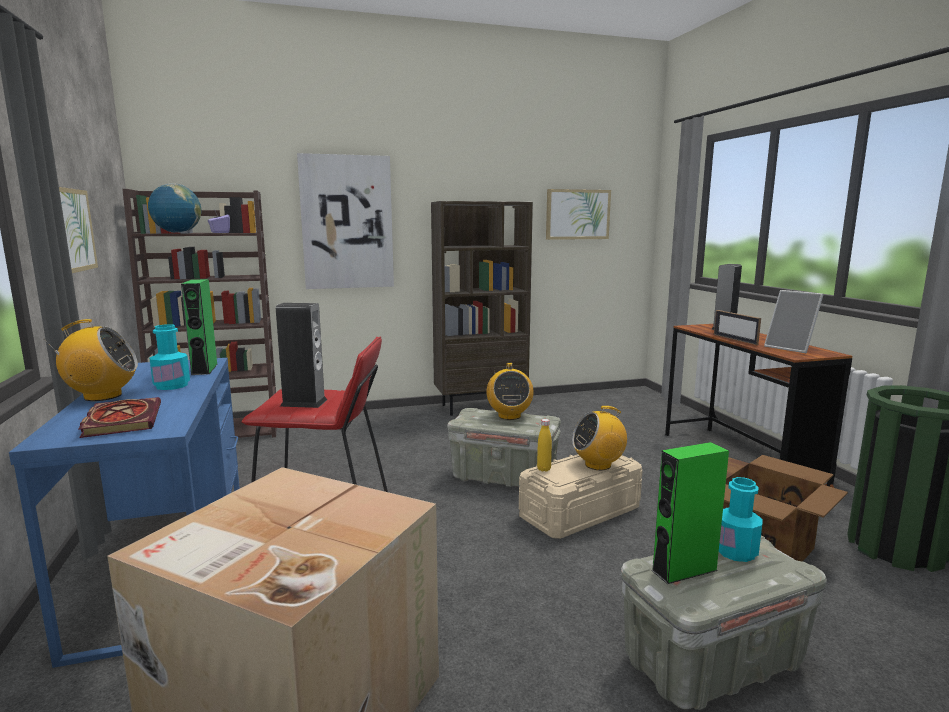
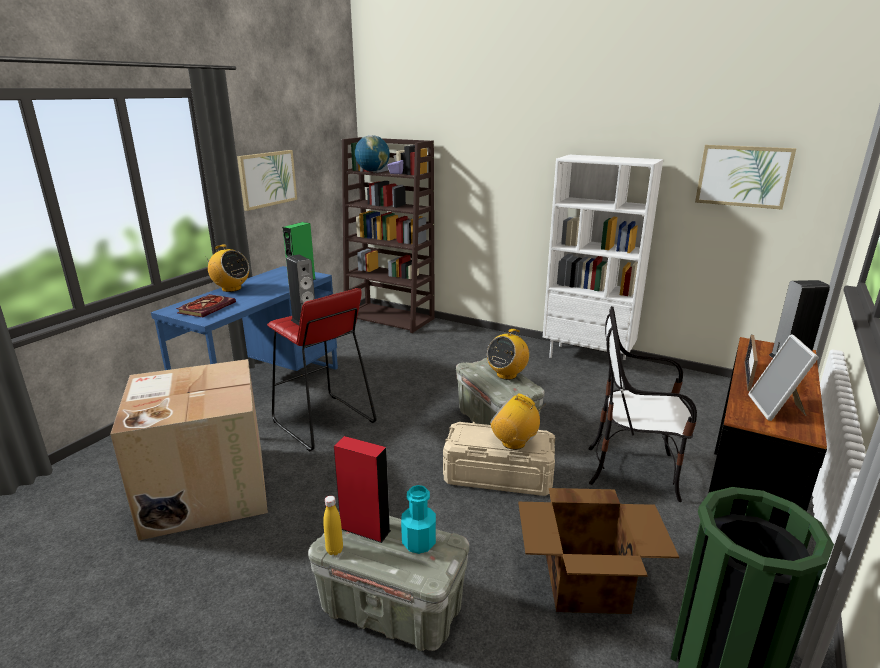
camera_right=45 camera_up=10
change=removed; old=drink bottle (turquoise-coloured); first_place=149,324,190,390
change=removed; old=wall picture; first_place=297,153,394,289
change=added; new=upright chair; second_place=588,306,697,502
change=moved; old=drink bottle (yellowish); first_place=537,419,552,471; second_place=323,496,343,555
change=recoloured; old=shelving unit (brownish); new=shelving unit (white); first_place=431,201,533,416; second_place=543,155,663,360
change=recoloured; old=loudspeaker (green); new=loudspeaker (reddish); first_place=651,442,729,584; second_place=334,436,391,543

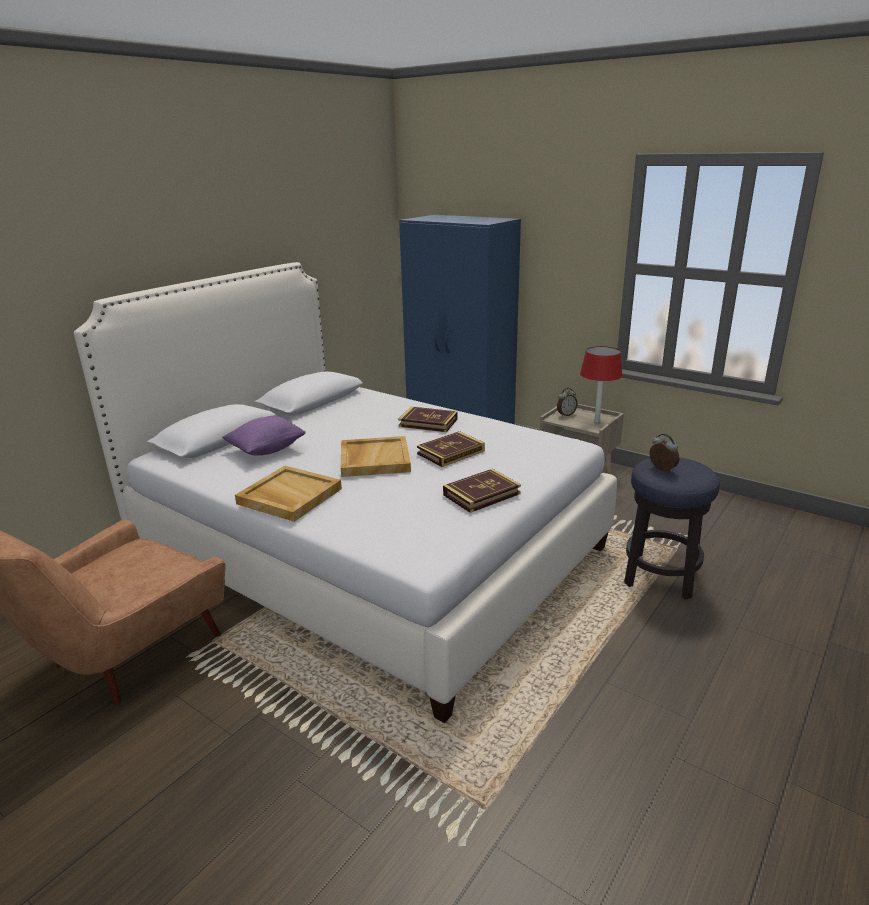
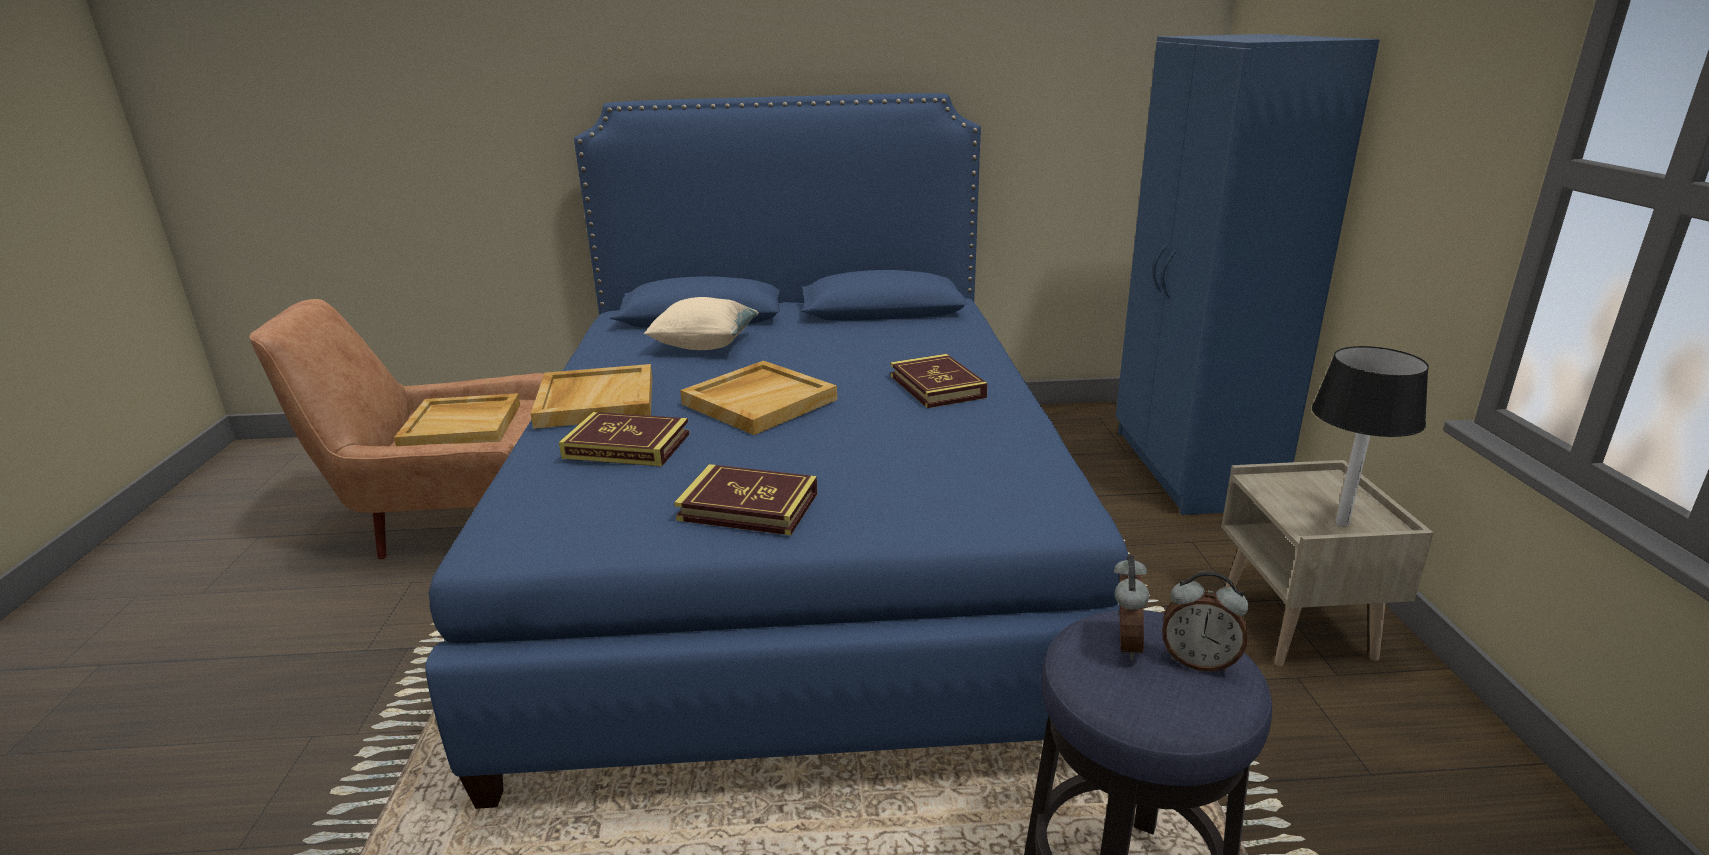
camera_right=50 camera_up=0
change=added; new=carrying tray (sand-coloured); second_place=394,393,520,446
change=moved; old=bound book; first_place=417,431,485,467; second_place=559,412,689,466
change=moved; old=table clock; first_place=557,387,578,416; second_place=1162,571,1249,672
change=recoloured; old=sleeping bed (white); new=sleeping bed (blue); first_place=74,262,617,723; second_place=425,93,1129,809
change=recoloured; old=cushion (purple); new=cushion (sand-coloured); first_place=222,415,306,455; second_place=644,297,759,350
change=recoloured; old=tabletop lamp (reddish); new=tabletop lamp (blackish); first_place=580,346,623,423; second_place=1312,346,1429,526

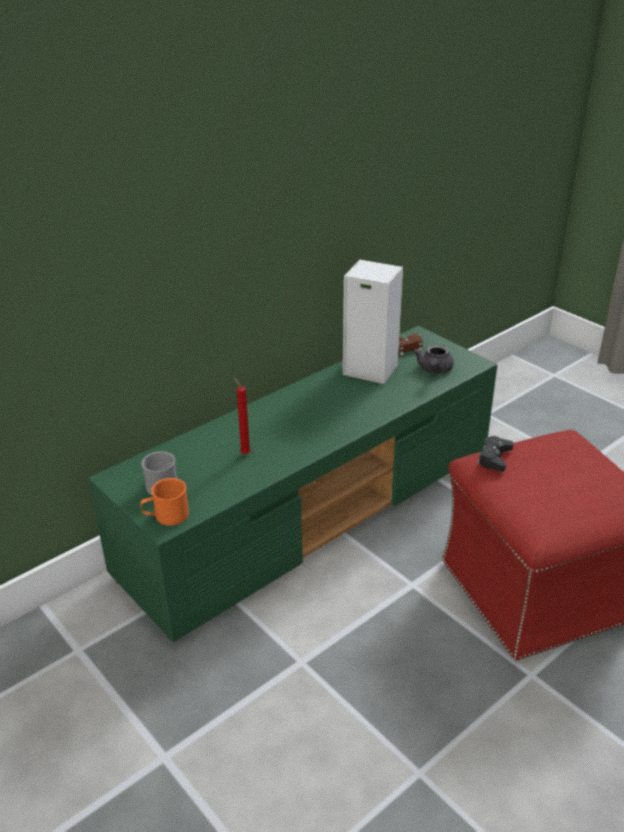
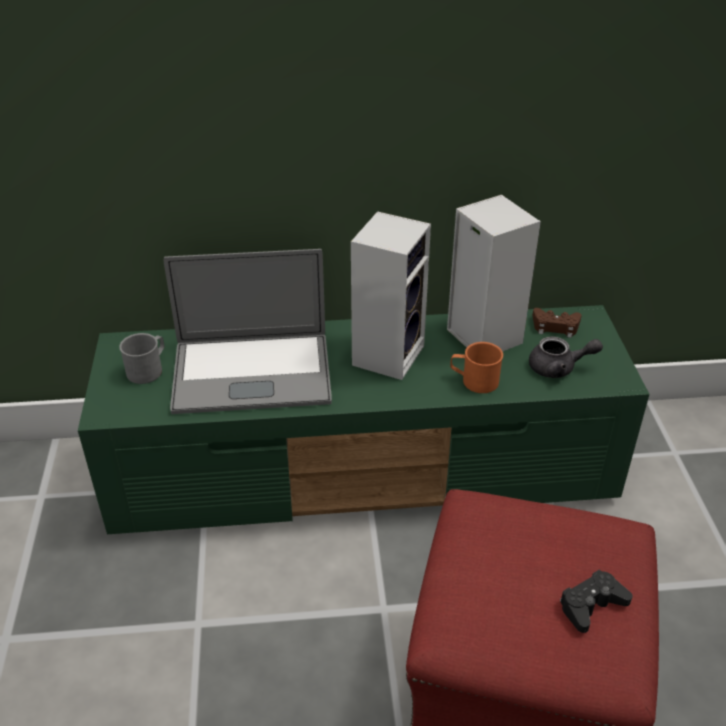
camera_right=35 camera_up=5
change=added; new=loudspeaker; second_place=351,212,431,380
change=moved; old=tea mug (orange); first_place=140,478,189,526; second_place=450,342,503,393
change=moved; old=game controller (blackish); first_place=477,436,513,471; second_place=560,570,633,633
change=replaced; old=wax candle (reddish); new=notebook computer; first_place=234,377,251,454; second_place=164,249,332,414
change=turned; old=tea pot (grey); first_place=413,345,454,374; second_place=529,337,603,378; degrees=-135

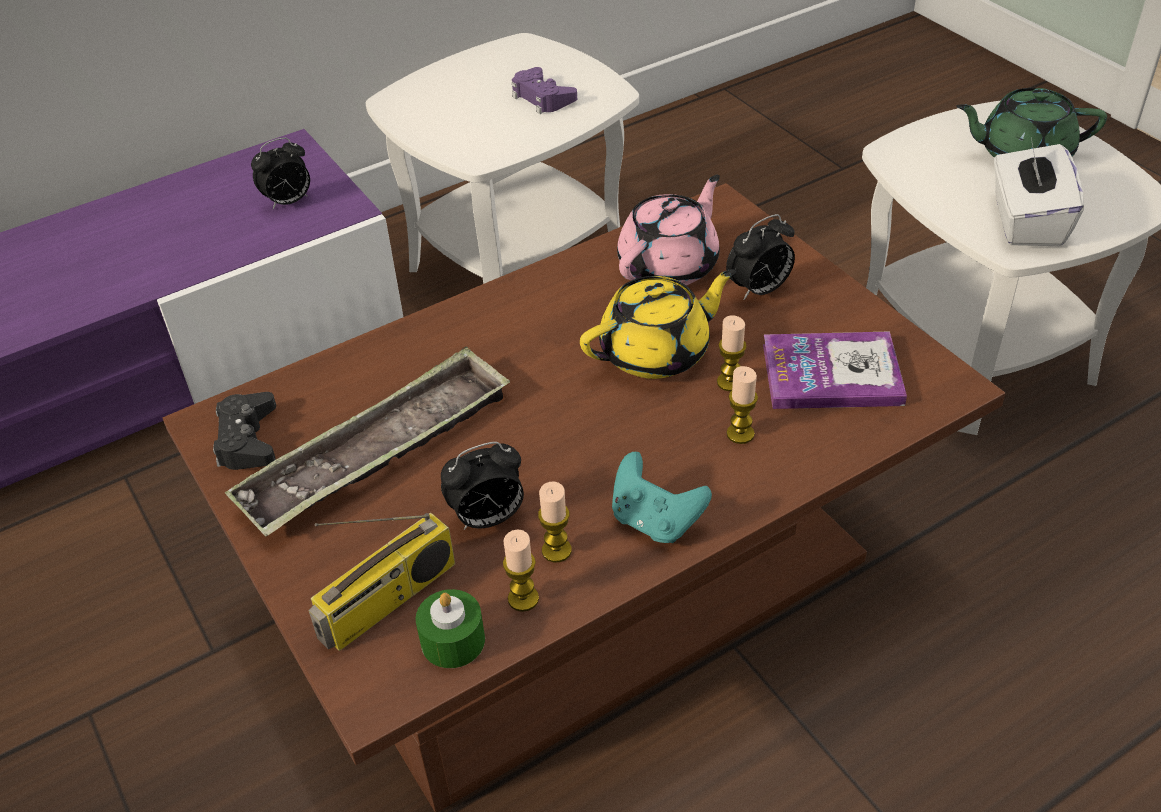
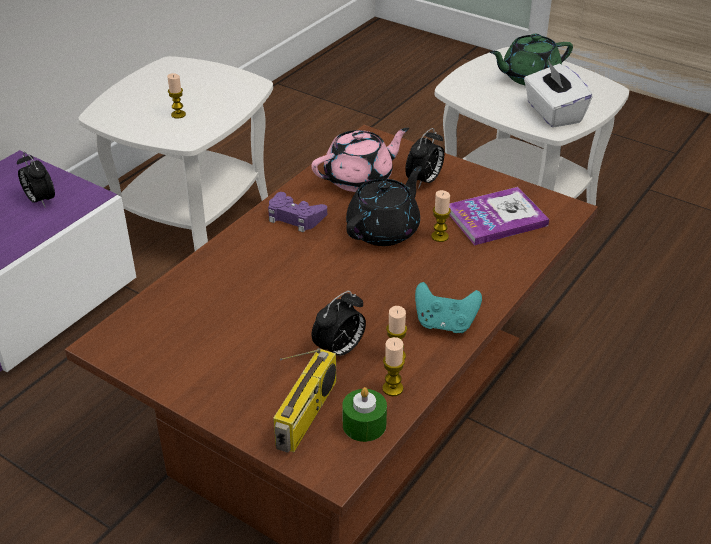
camera_right=-25 camera_up=-5
change=removed; old=game controller (blackish); first_place=213,392,276,470
change=removed; old=carrying tray; first_place=225,347,510,537
change=moved; old=game controller (purple); first_place=512,67,577,114; second_place=268,192,327,232
change=moved; old=wax candle; first_place=727,366,758,444; second_place=167,73,186,119
change=recoloured; old=tea pot (yellowish); new=tea pot (blackish); first_place=580,269,736,379; second_place=346,166,422,246
change=turned; old=table clock; first_place=251,137,310,209; second_place=17,152,55,208; degrees=105
change=turned; old=tea pot (pinkish); first_place=617,175,720,285; second_place=311,128,409,192; degrees=45

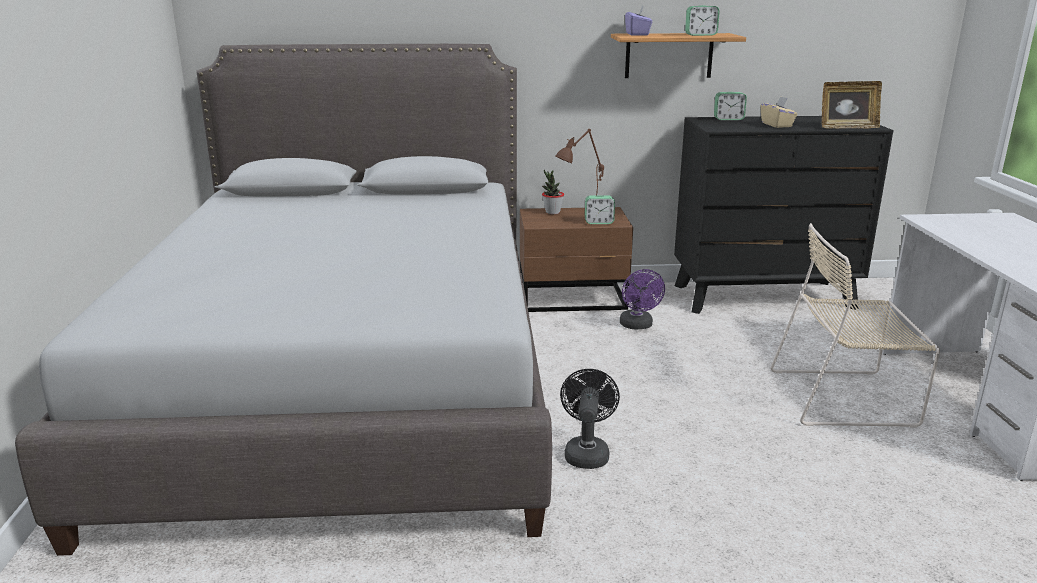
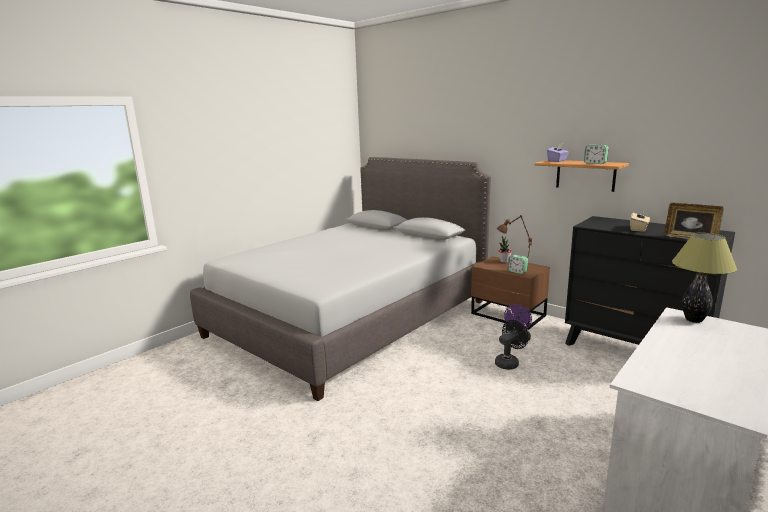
camera_right=45 camera_up=-5
change=removed; old=table clock; first_place=714,92,747,120
change=removed; old=upright chair (sand-coloured); first_place=771,223,940,428
change=added; new=tabletop lamp; second_place=672,233,737,323
change=moved; old=electric fan (blackish); first_place=560,369,620,469; second_place=495,320,529,370

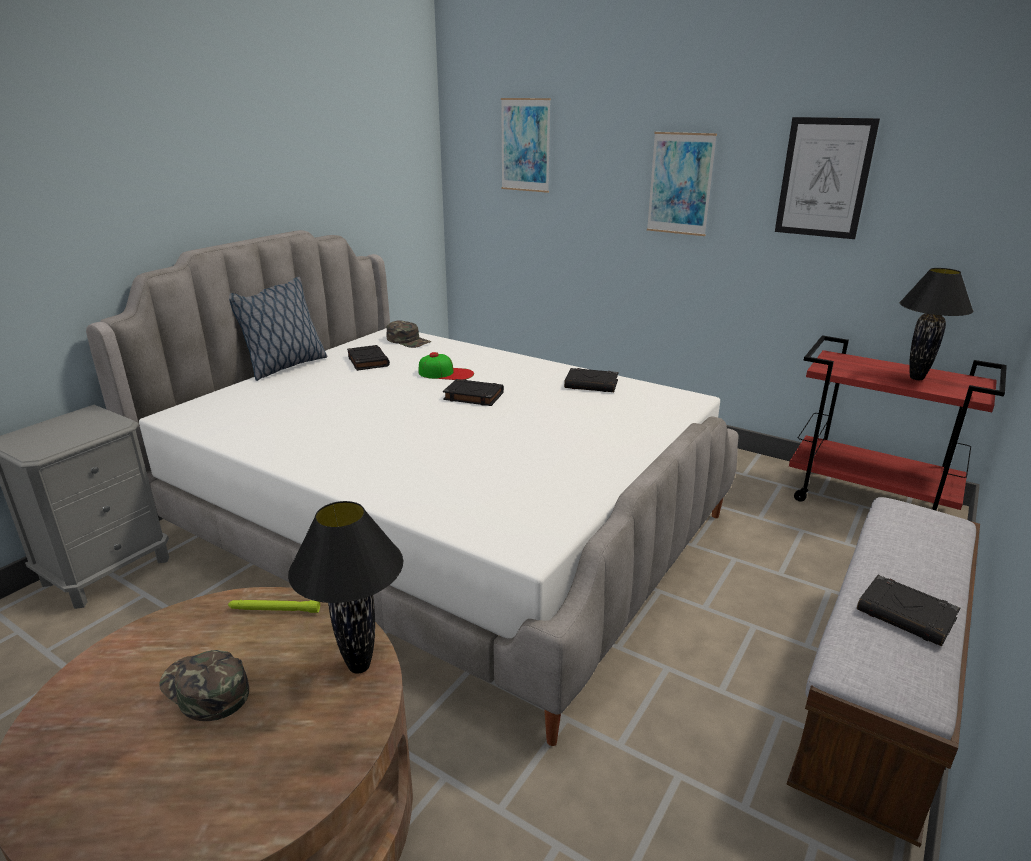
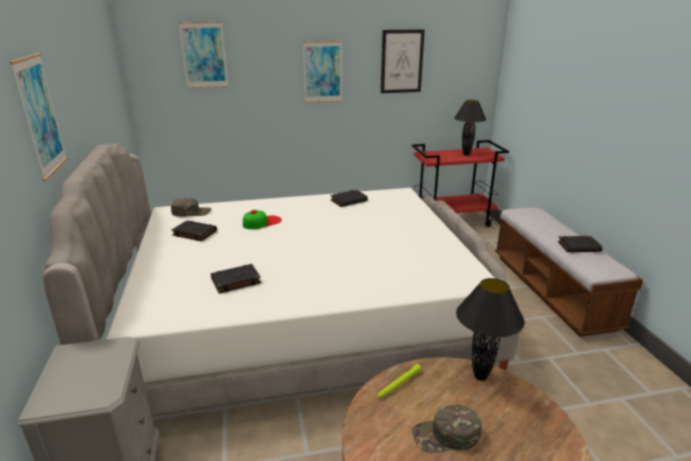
camera_right=-45 camera_up=0
change=removed; old=cushion; first_place=229,277,328,381
change=added; new=wall picture; second_place=10,53,68,181
change=moved; old=bound book (blackish); first_place=443,379,504,406; second_place=211,264,261,294

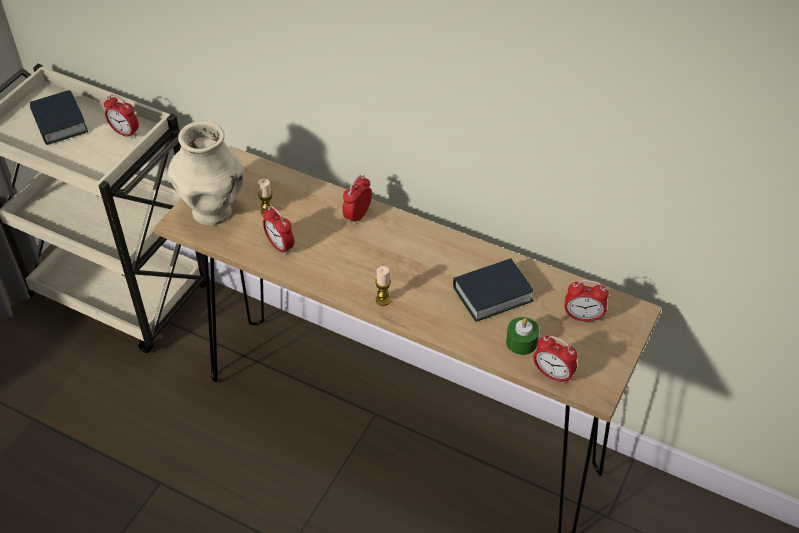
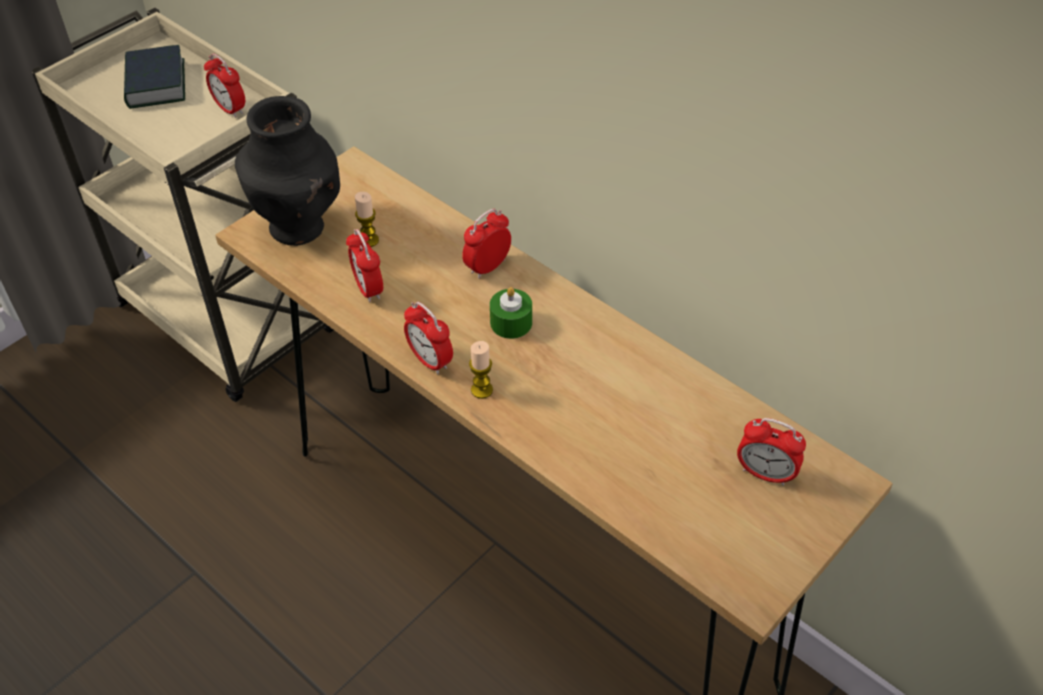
camera_right=15 camera_up=0
change=removed; old=bound book; first_place=453,258,534,322
change=moved; old=wax candle (green); first_place=506,317,540,355; second_place=490,287,532,339
change=moved; old=table clock; first_place=533,336,578,384; second_place=404,302,453,374
change=recoloured; old=decorative vase (sand-coloured); new=decorative vase (blackish); first_place=168,121,245,226; second_place=235,96,340,246

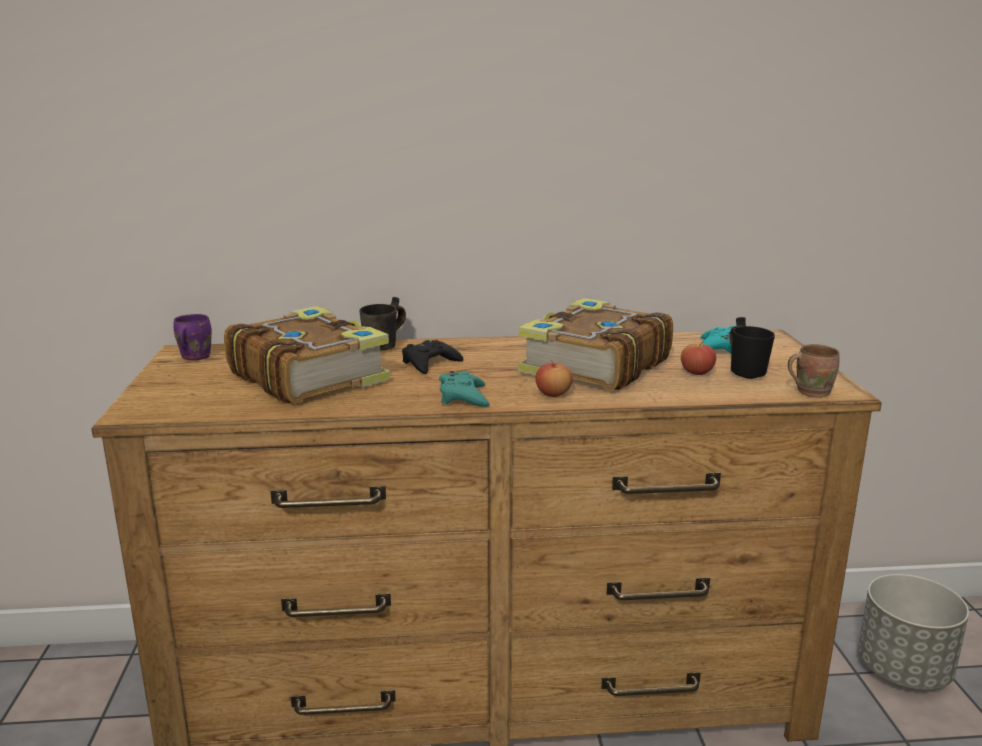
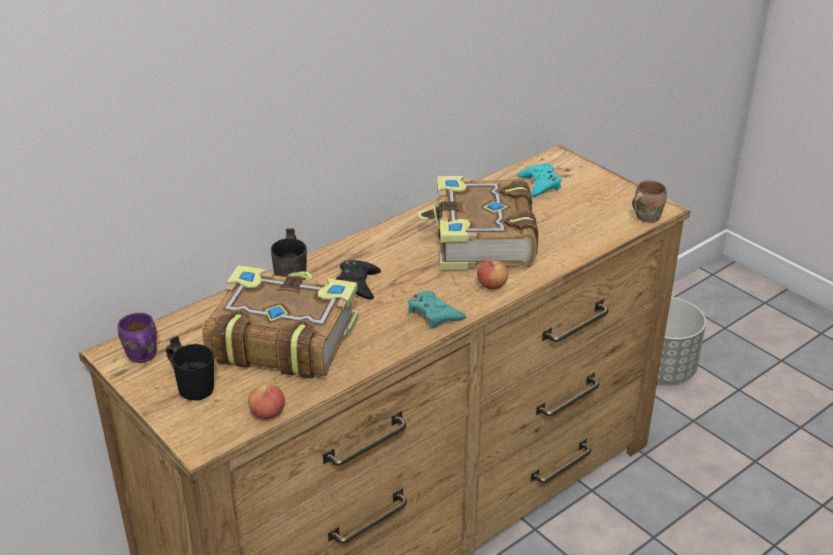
camera_right=-35 camera_up=15
change=moved; old=apple; first_place=681,341,716,375; second_place=248,384,285,419
change=moved; old=tea mug (blackish); first_place=729,317,775,379; second_place=166,336,214,400

